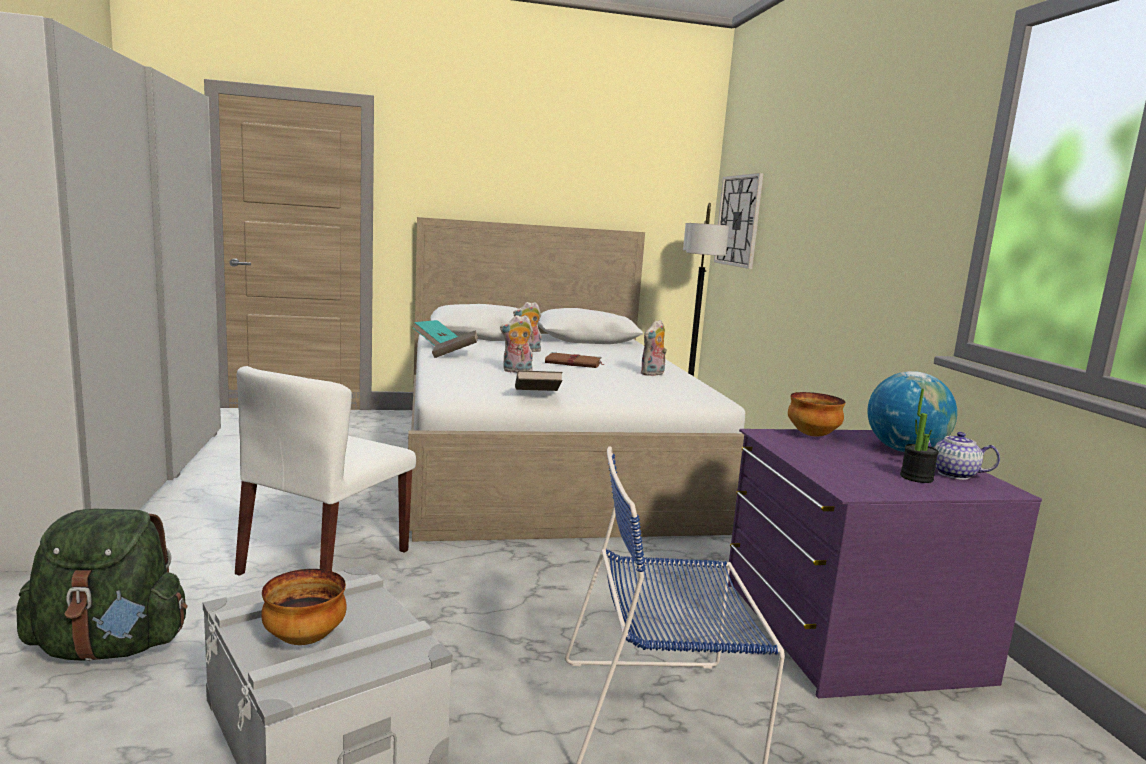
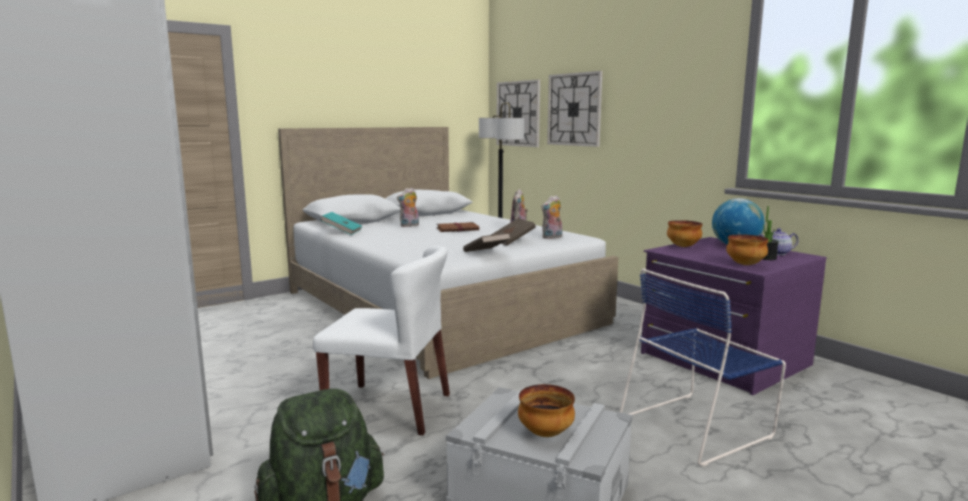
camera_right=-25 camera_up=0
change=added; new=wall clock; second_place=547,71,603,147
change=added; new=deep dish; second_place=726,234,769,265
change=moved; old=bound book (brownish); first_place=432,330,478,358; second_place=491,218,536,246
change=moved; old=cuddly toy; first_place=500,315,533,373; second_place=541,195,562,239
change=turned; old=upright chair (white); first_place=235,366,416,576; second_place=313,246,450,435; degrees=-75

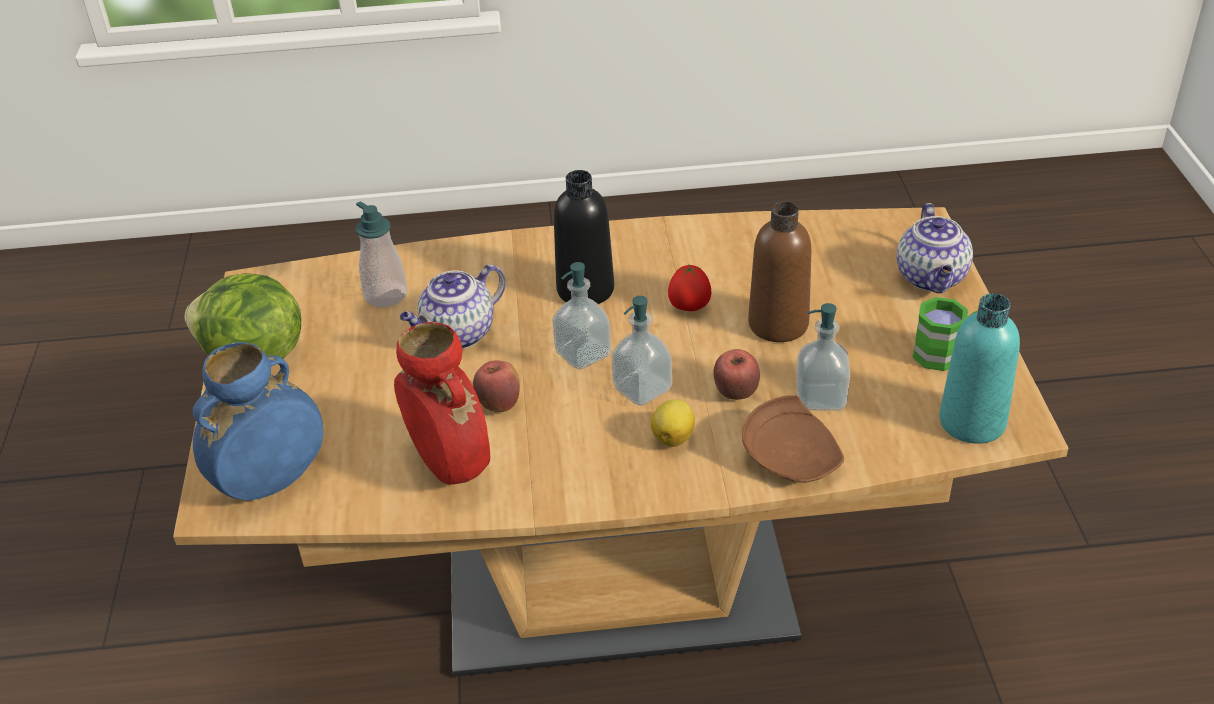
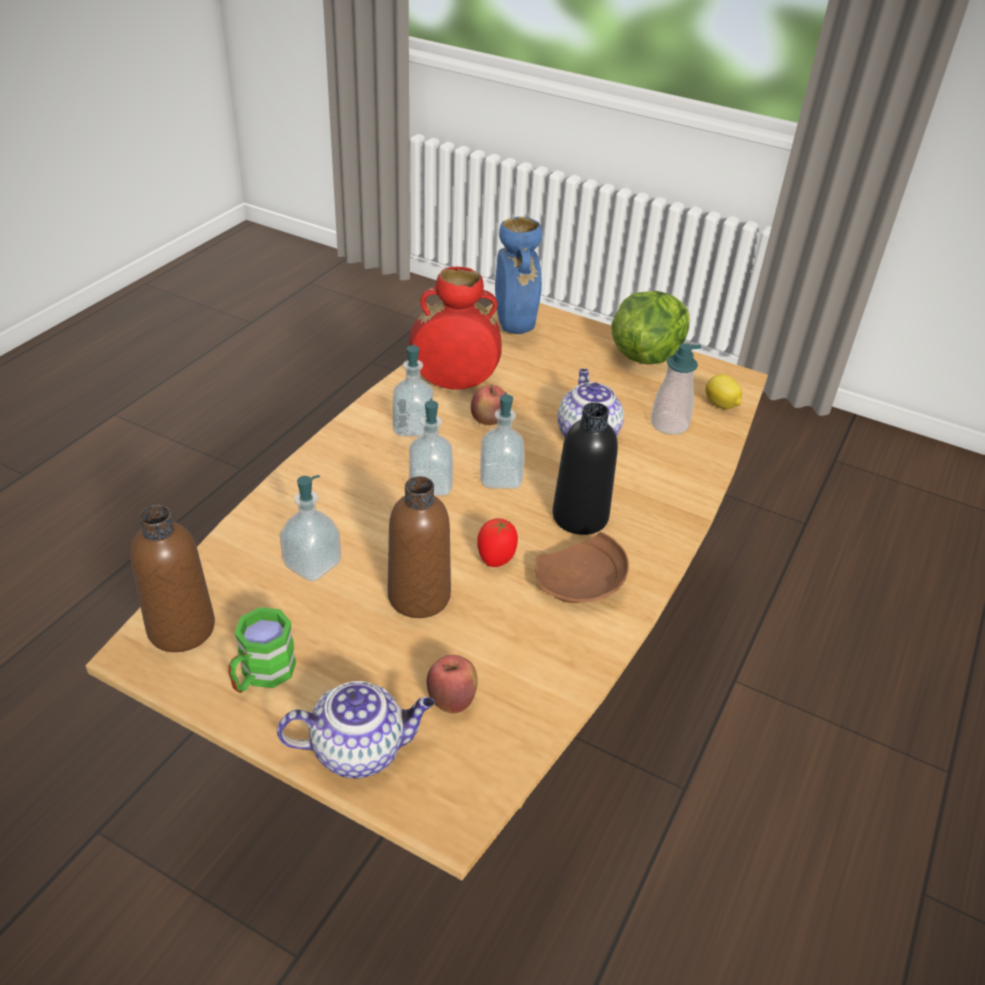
camera_right=120 camera_up=0
change=added; new=soap dispenser; second_place=392,344,433,437
change=moved; old=whole lemon; first_place=651,399,695,447; second_place=705,374,742,409
change=moved; old=apple; first_place=713,349,760,400; second_place=427,655,478,713
change=moved; old=dinner plate (brownish); first_place=742,395,844,483; second_place=535,532,629,603
change=recoloured; old=drink bottle (turquoise-coloured); new=drink bottle (brownish); first_place=939,293,1020,444; second_place=131,505,215,652
change=turned; old=tea pot; first_place=897,203,973,293; second_place=277,681,434,779; degrees=135

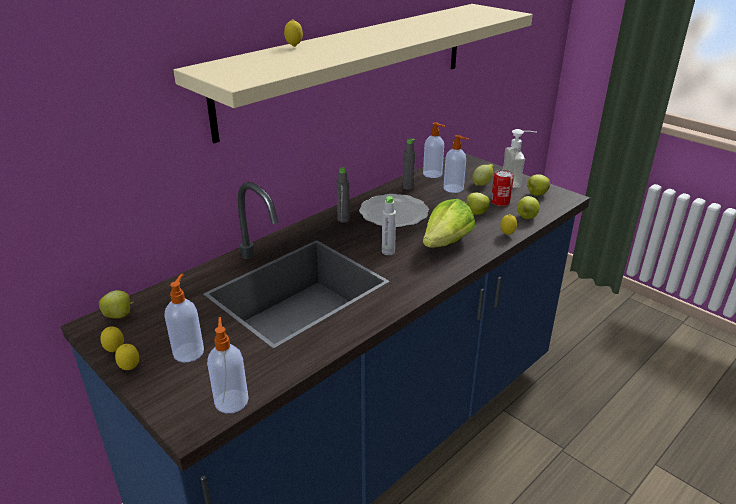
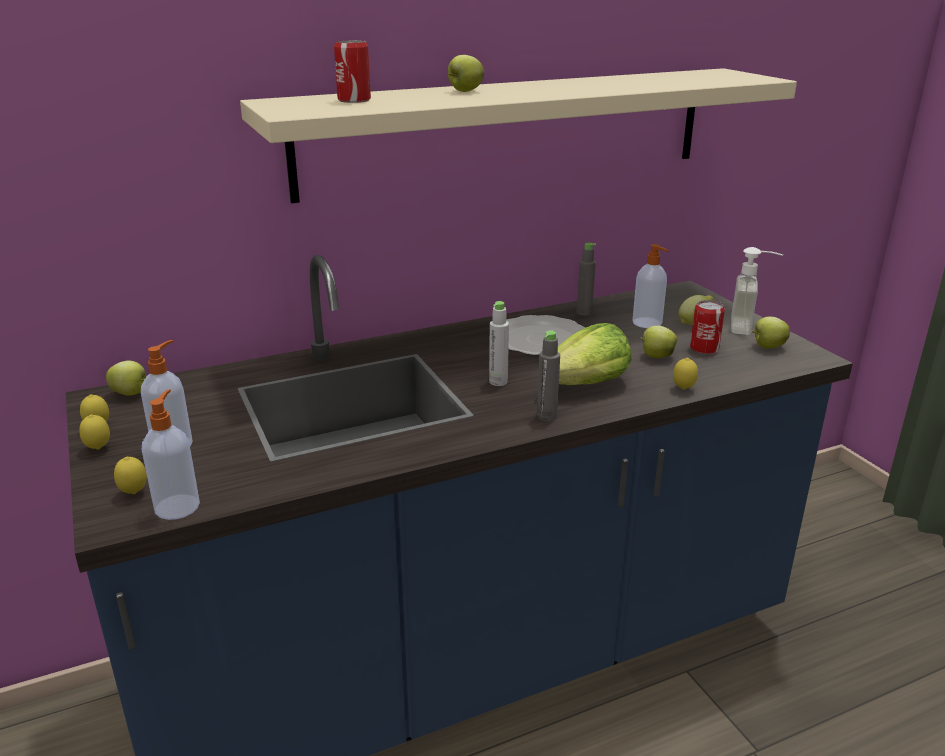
camera_right=20 camera_up=-5
change=removed; old=soap dispenser; first_place=423,122,446,178
change=added; new=metal can; second_place=334,40,371,103
change=moved; old=whole lemon; first_place=284,20,303,47; second_place=114,457,147,494
change=moved; old=drink bottle (grey); first_place=337,167,350,223; second_place=537,330,560,422
change=moved; old=apple; first_place=517,196,540,219; second_place=448,55,484,92

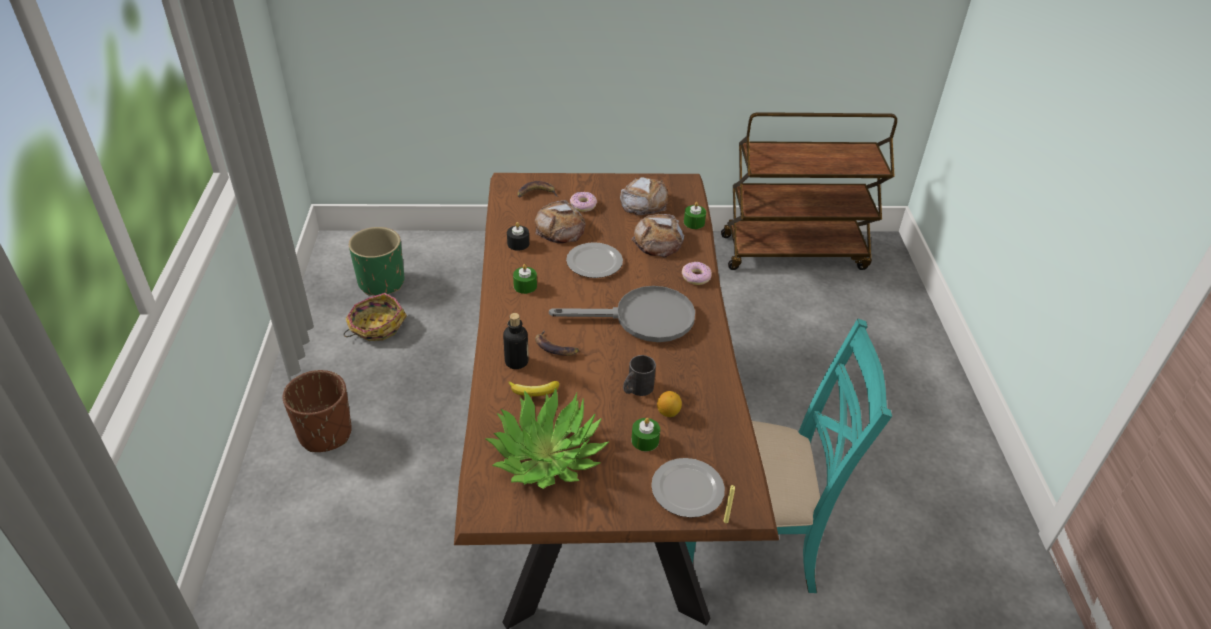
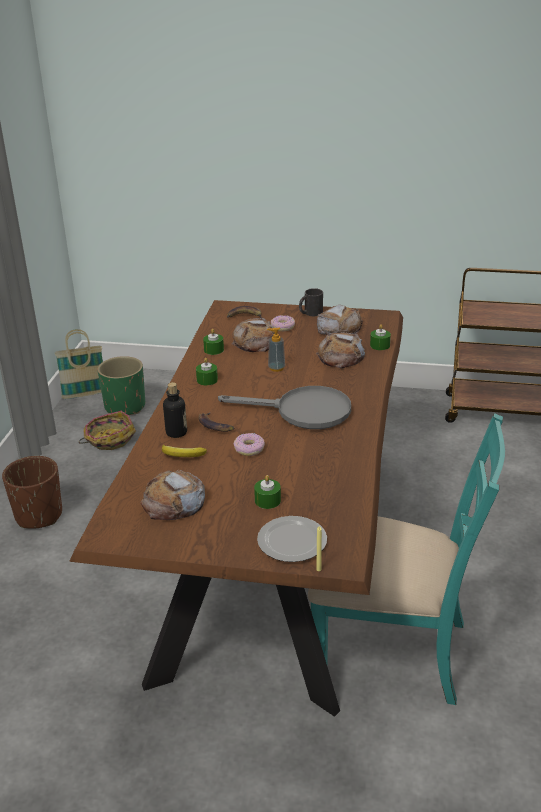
camera_right=15 camera_up=-10
change=removed; old=whole lemon; first_place=657,391,682,417
change=added; new=basket; second_place=55,329,103,399
change=moved; old=tea mug (blackish); first_place=623,355,656,396; second_place=299,288,323,316
change=moved; old=ring doughnut; first_place=682,262,712,285; second_place=234,433,265,456
change=replaced; old=houseplant; new=bakery bread; first_place=486,388,609,489; second_place=141,470,205,520
change=replaced; old=dinner plate; new=soap dispenser; first_place=566,242,623,278; second_place=267,328,285,372
change=recoloured; old=wax candle (blackish); new=wax candle (green); first_place=507,222,529,251; second_place=203,329,224,355

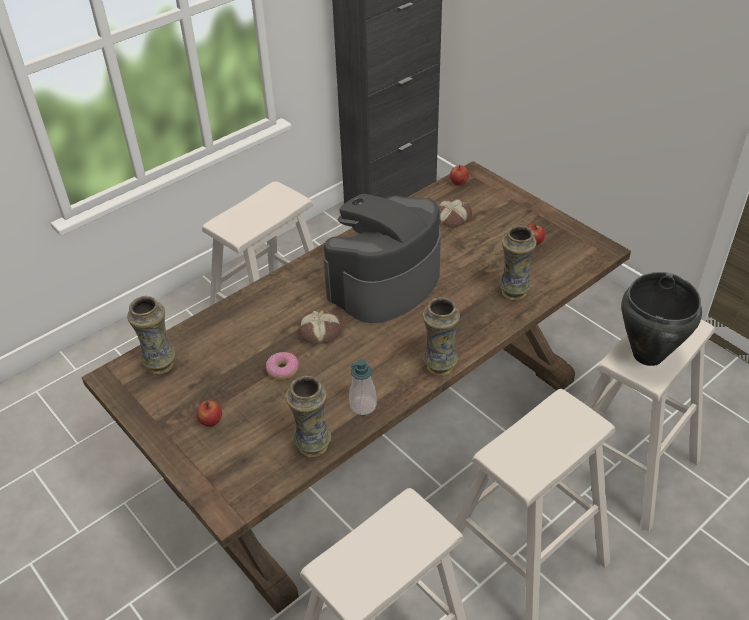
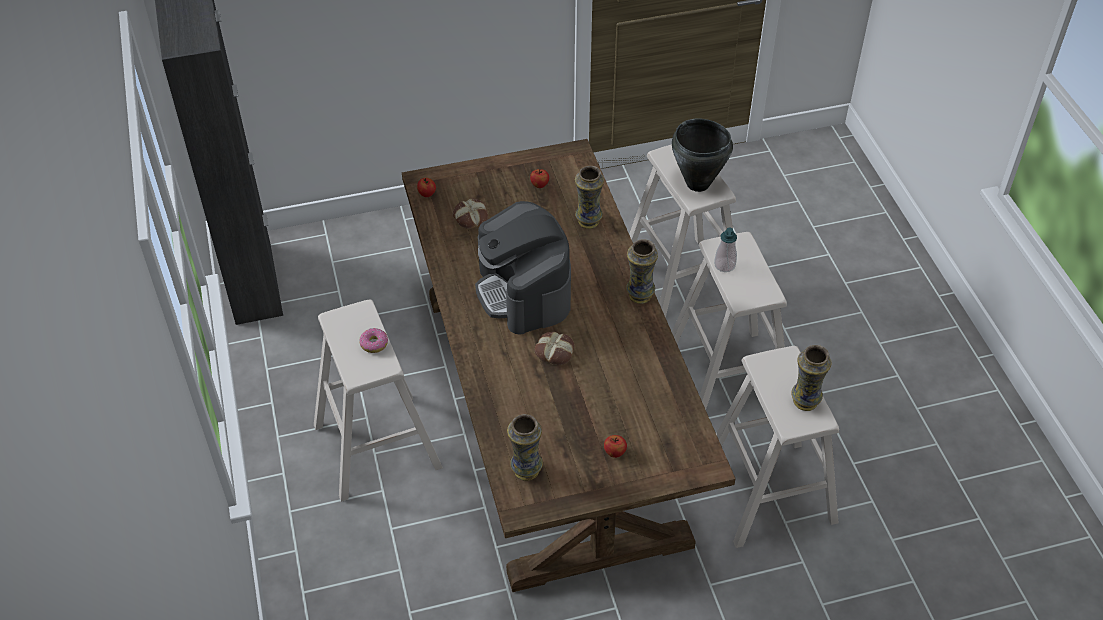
camera_right=-65 camera_up=5
change=moved; old=ring doughnut; first_place=266,352,299,380; second_place=359,328,388,353
change=moved; old=decorative vase; first_place=286,376,331,458; second_place=791,345,832,411
change=moved; old=soap dispenser; first_place=349,359,377,415; second_place=714,227,737,272

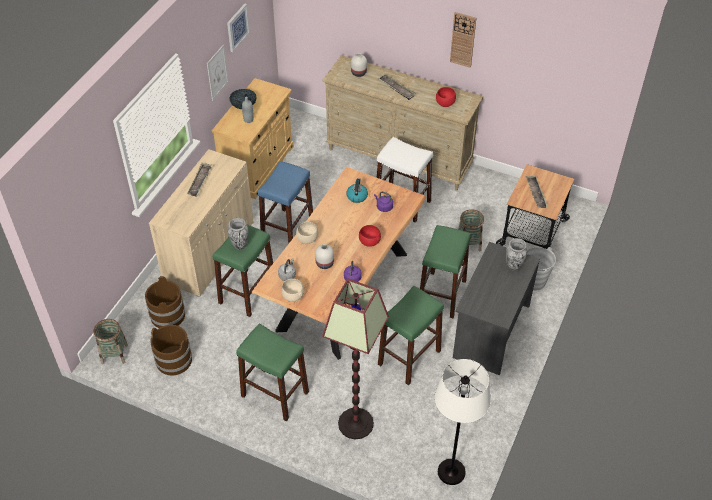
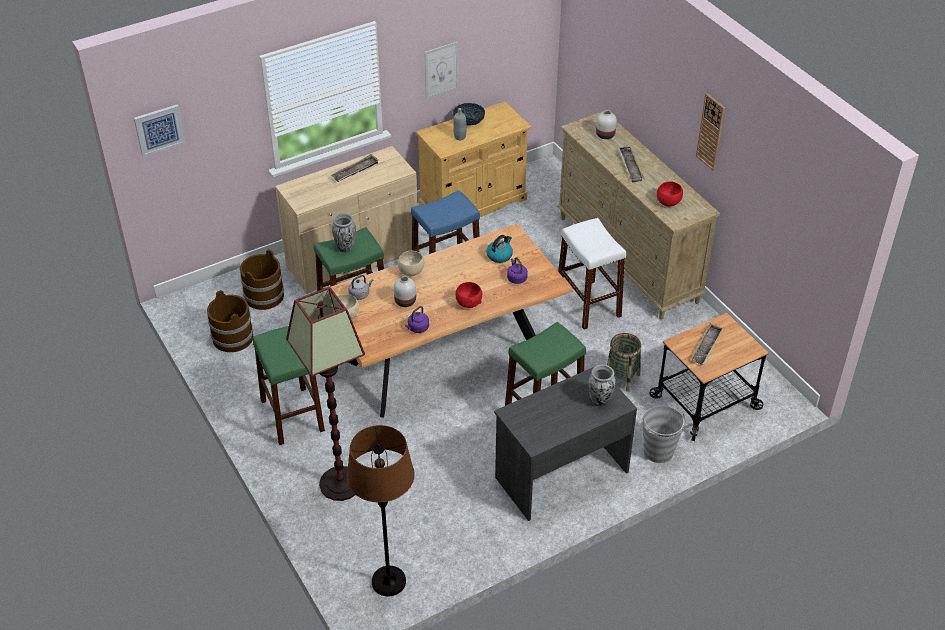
camera_right=35 camera_up=-5
change=removed; old=basket; first_place=93,319,128,364
change=removed; old=stool seat (green); first_place=378,286,444,385
change=moved; old=wall picture; first_place=227,3,250,52; second_place=134,104,186,157
change=recoloured; old=standing lamp (white); new=standing lamp (brownish); first_place=435,359,491,485; second_place=347,425,415,596

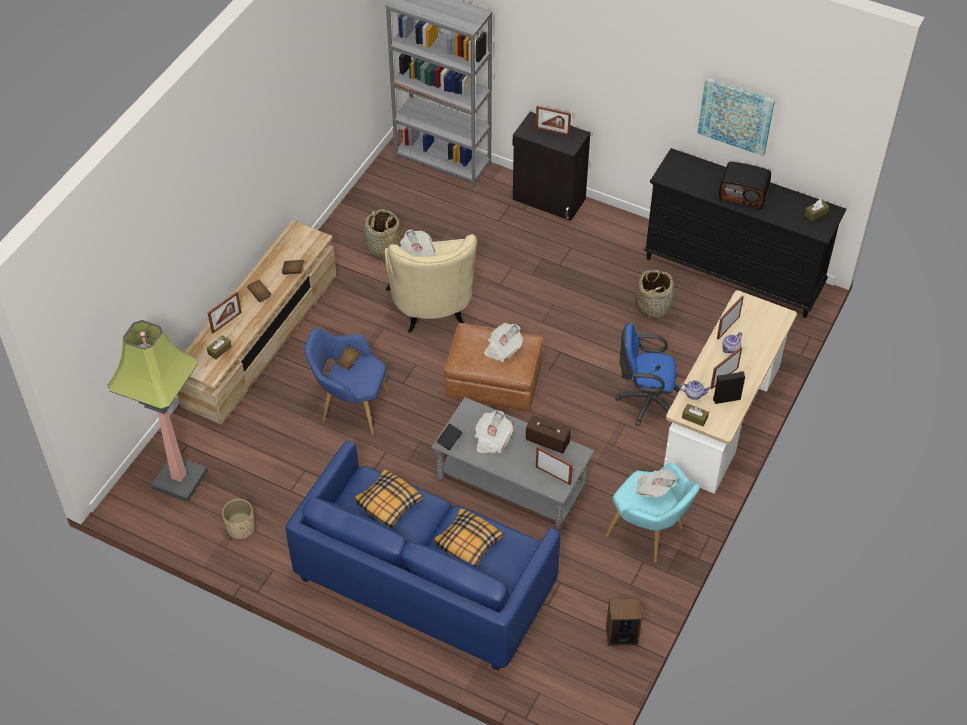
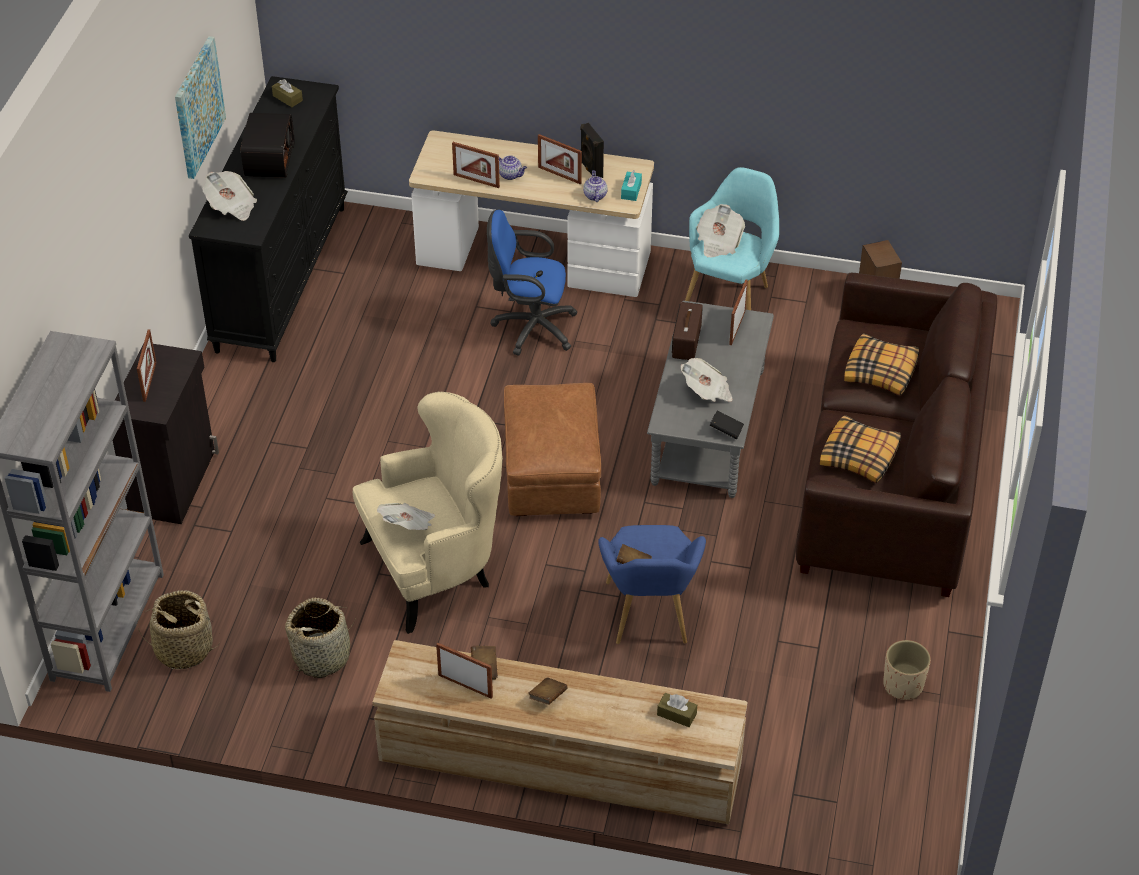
camera_right=-105 camera_up=-5
change=removed; old=standing lamp; first_place=108,320,208,502
change=moved; old=standing frame; first_place=208,292,242,334; second_place=436,643,493,699
change=moved; old=newspaper; first_place=484,323,523,362; second_place=202,171,257,221
change=moved; old=basket; first_place=635,270,674,319; second_place=138,590,220,669
change=recoloured; old=sofa (blue); new=sofa (brownish); first_place=285,441,560,671; second_place=796,273,997,597
change=recoloured; old=box of tissues (brownish); new=box of tissues (turquoise-coloured); first_place=682,404,709,426; second_place=621,170,642,201
change=turned; old=office chair (blue); first_place=615,323,680,426; second_place=487,210,578,356; degrees=105

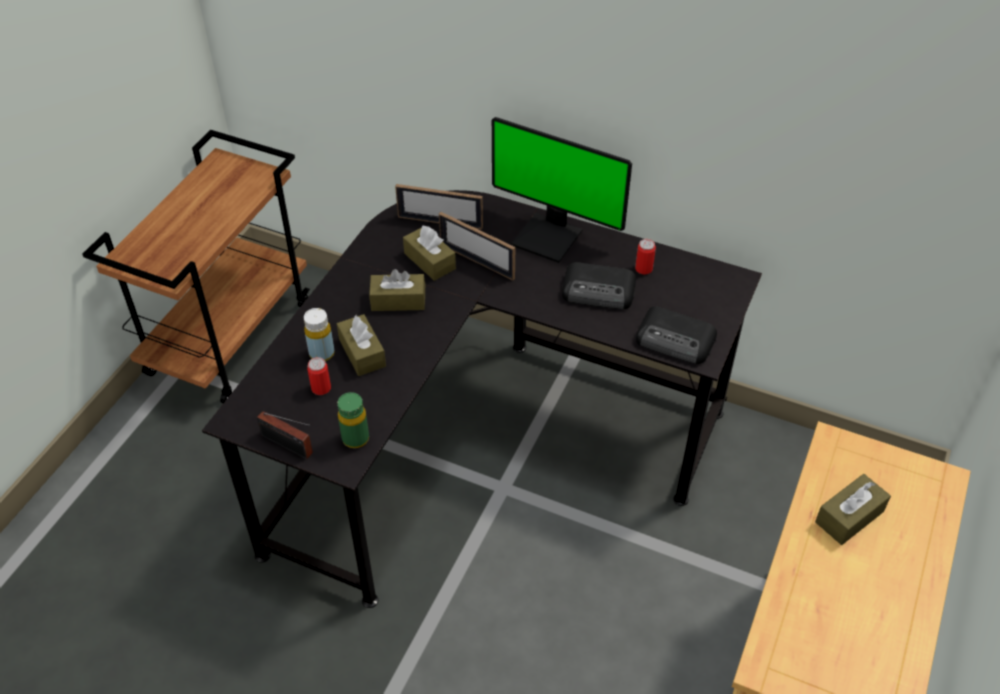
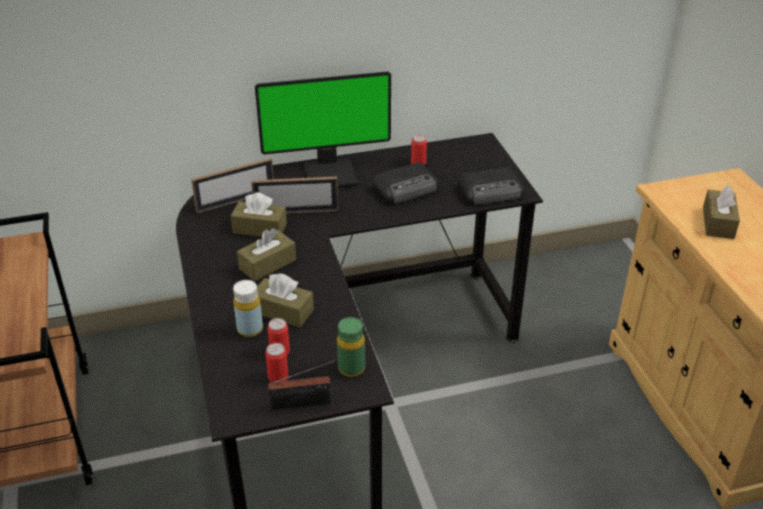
camera_right=-40 camera_up=-10
change=added; new=metal can; second_place=266,343,288,382

